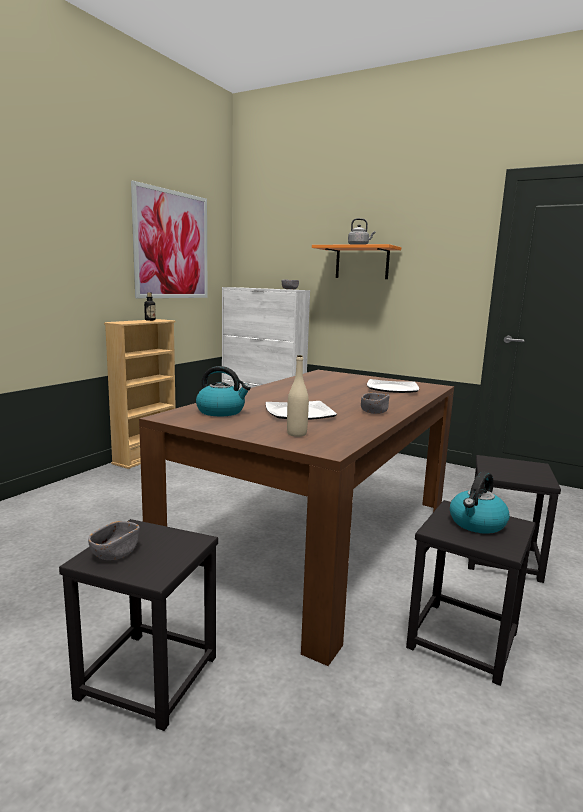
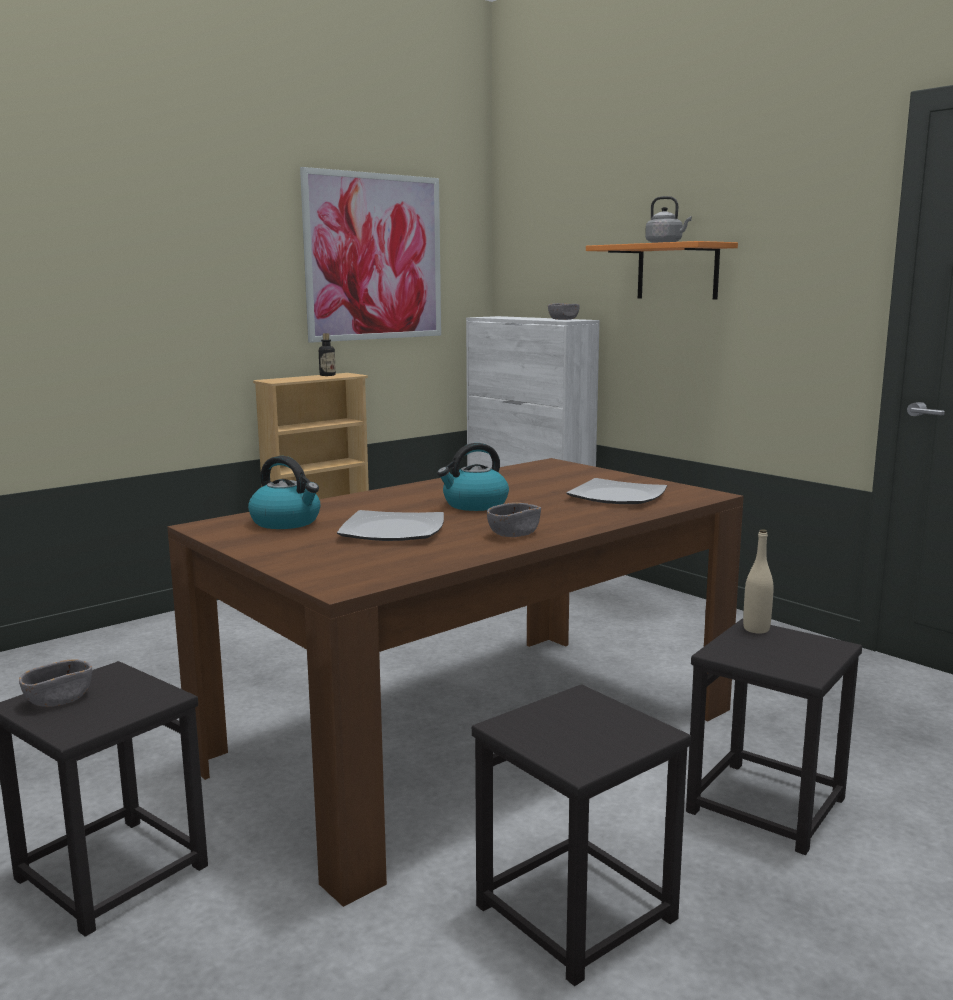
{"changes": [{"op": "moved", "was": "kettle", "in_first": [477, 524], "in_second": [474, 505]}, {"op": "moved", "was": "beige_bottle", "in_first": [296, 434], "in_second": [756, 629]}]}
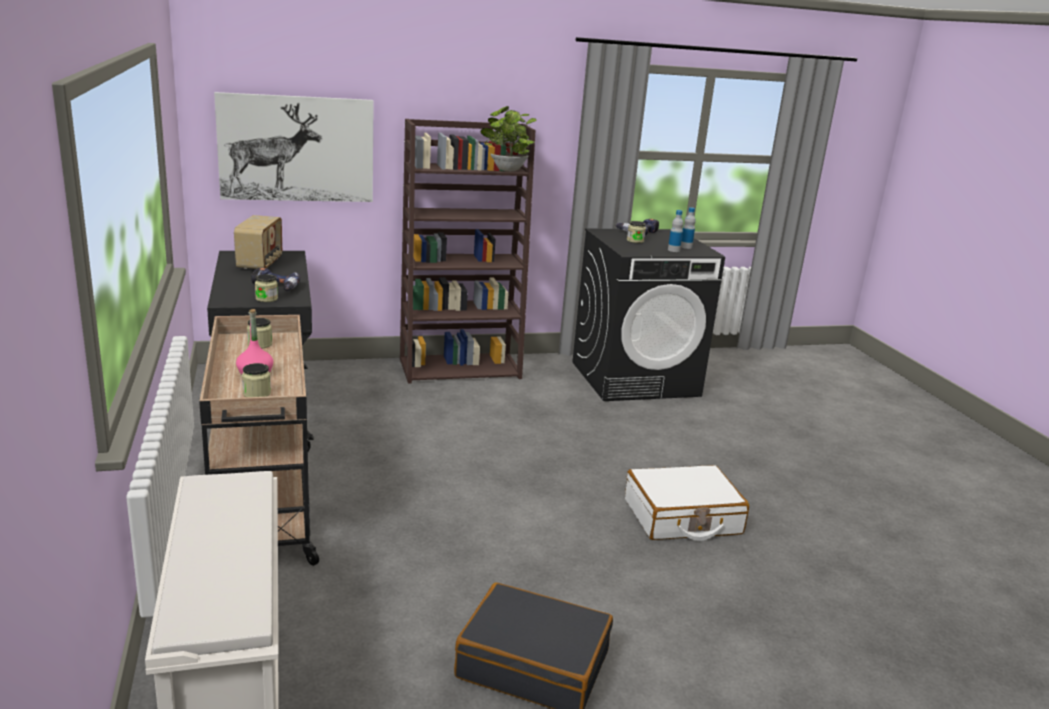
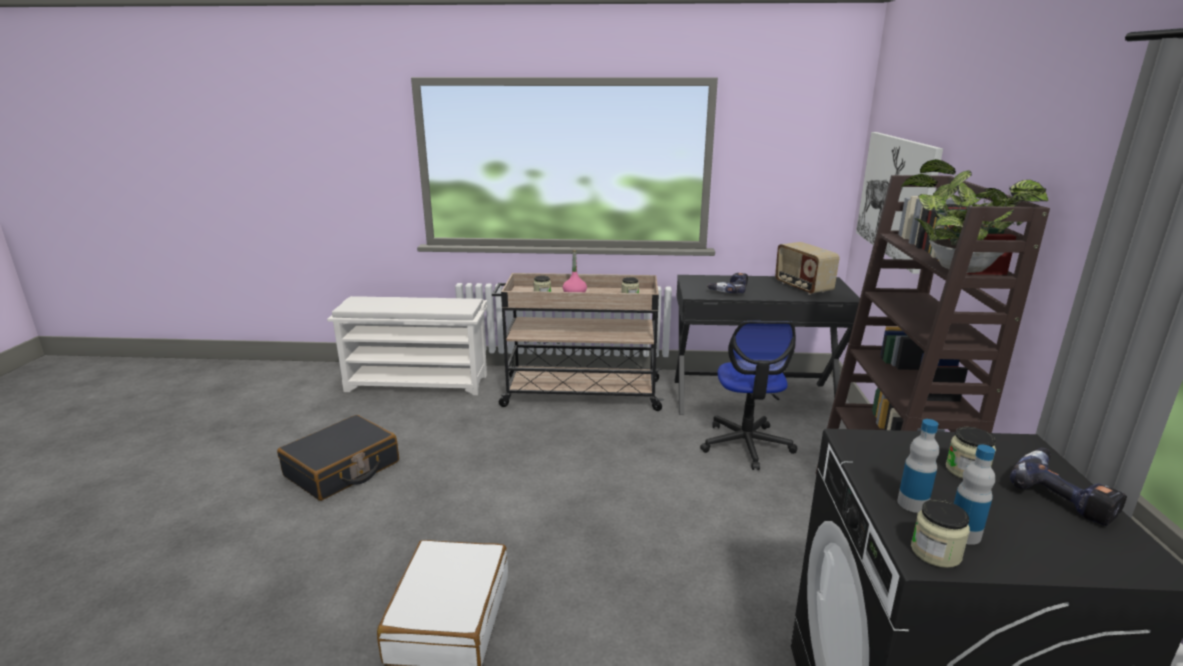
{"changes": [{"op": "added", "now": "office_chair", "in_second": [746, 445]}, {"op": "turned", "was": "radio", "in_first": [261, 264], "in_second": [802, 287], "clockwise": 45}, {"op": "moved", "was": "jar", "in_first": [266, 299], "in_second": [935, 552]}]}
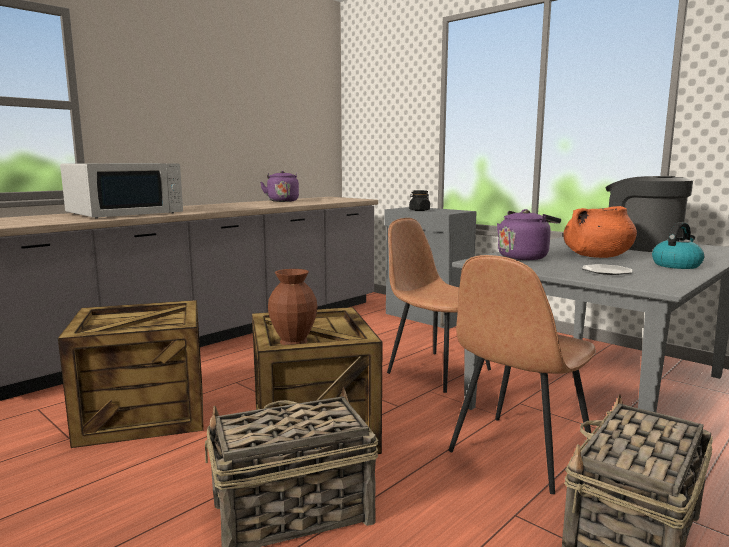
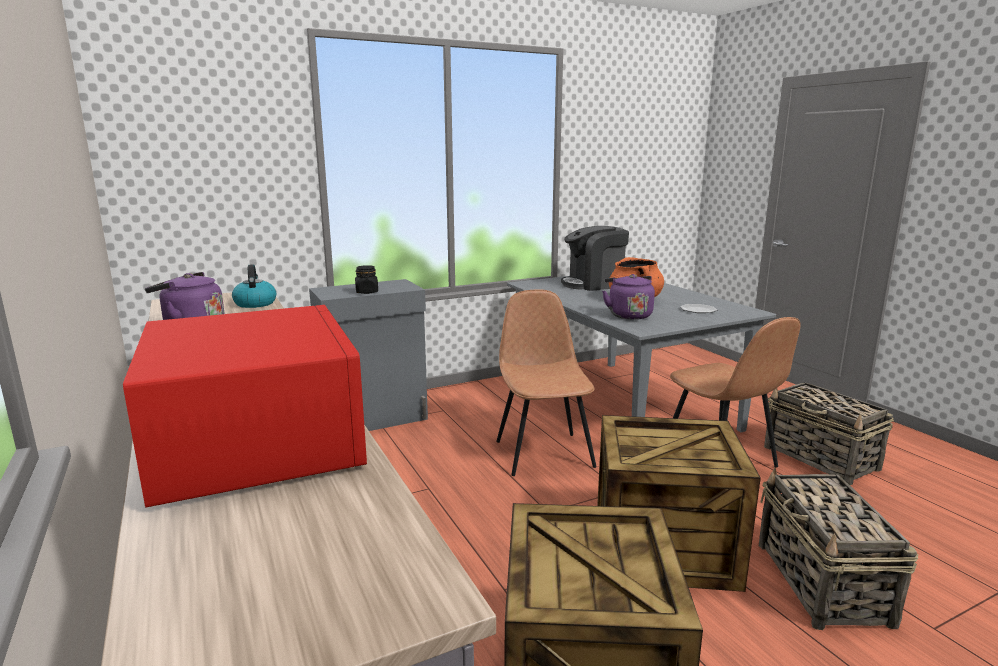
{"changes": [{"op": "recoloured", "was": "white_microwave", "now": "red_microwave", "in_first": [125, 213], "in_second": [257, 441]}, {"op": "moved", "was": "kettle", "in_first": [676, 265], "in_second": [255, 303]}, {"op": "turned", "was": "brown_chair", "in_first": [437, 370], "in_second": [543, 452], "clockwise": 105}, {"op": "removed", "was": "brown_vase", "in_first": [293, 341]}]}
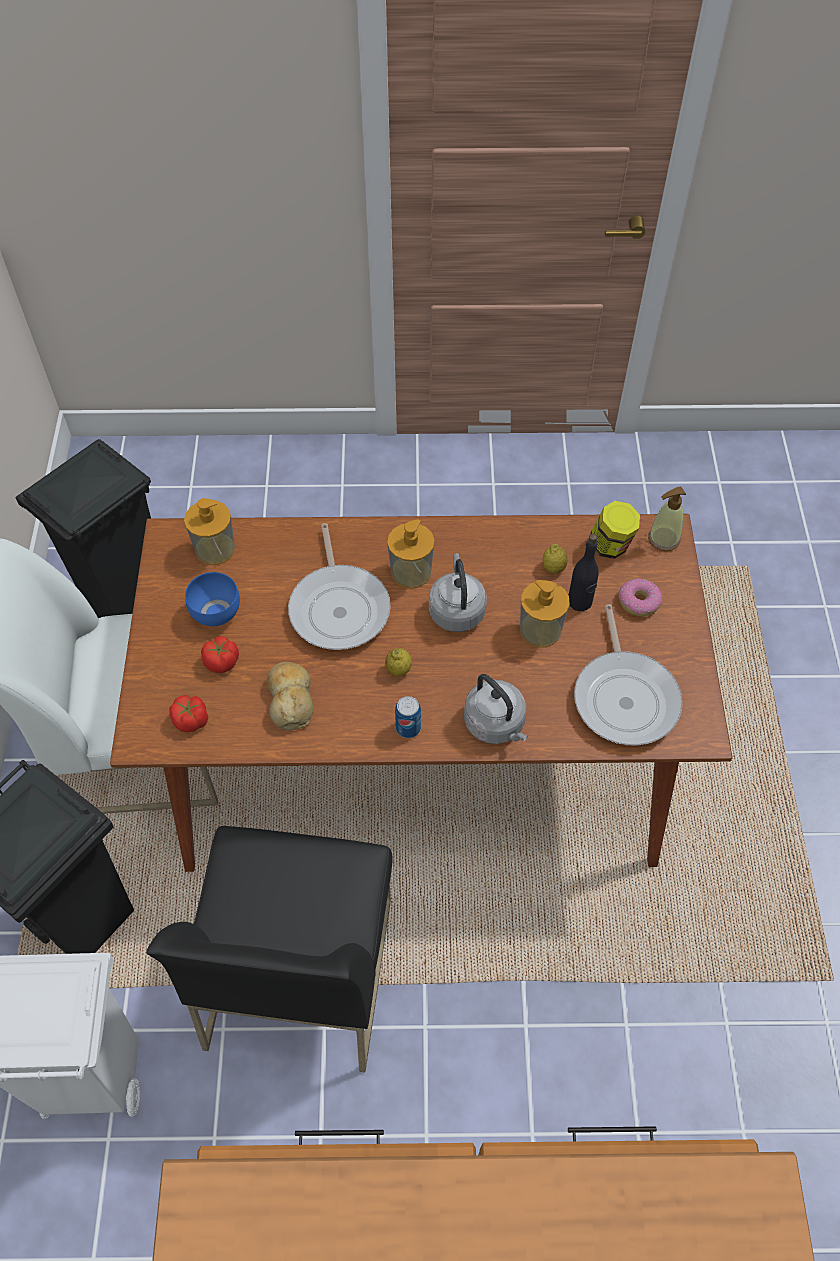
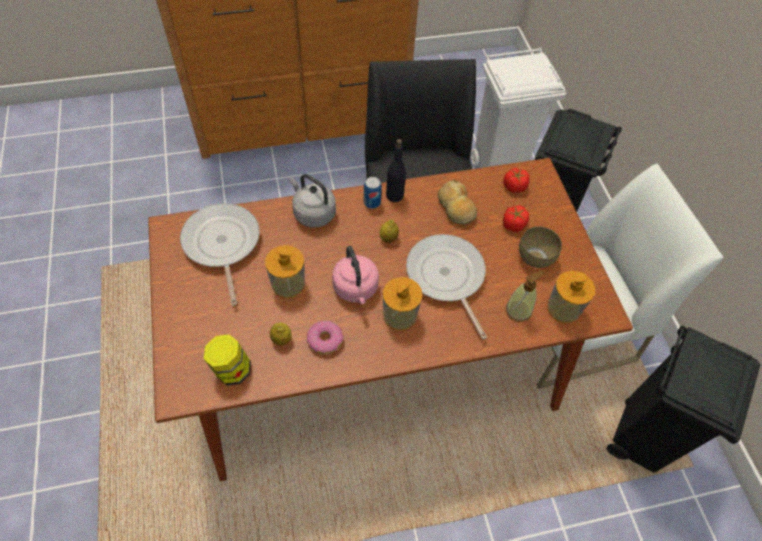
{"changes": [{"op": "moved", "was": "donut", "in_first": [639, 602], "in_second": [325, 340]}, {"op": "recoloured", "was": "grey_kettle", "now": "pink_kettle", "in_first": [456, 610], "in_second": [356, 289]}, {"op": "moved", "was": "black_bottle", "in_first": [580, 602], "in_second": [394, 195]}, {"op": "moved", "was": "soap_dispenser", "in_first": [663, 539], "in_second": [518, 310]}, {"op": "recoloured", "was": "blue_bowl", "now": "brown_bowl", "in_first": [214, 613], "in_second": [536, 257]}]}
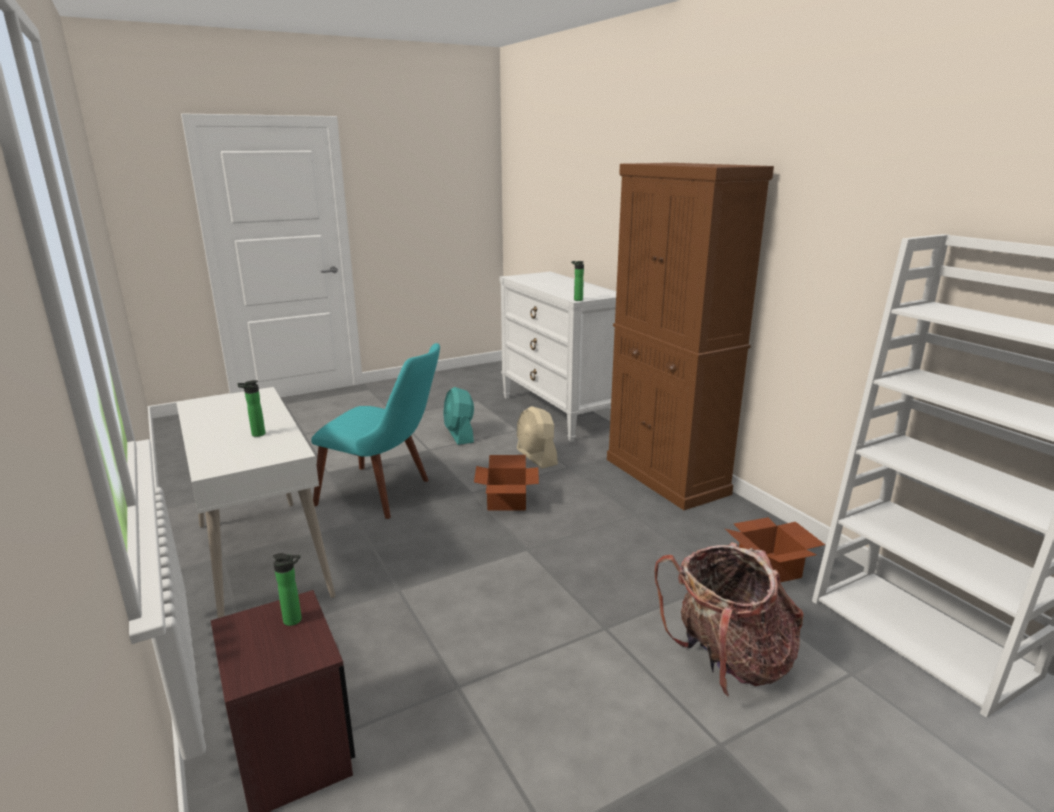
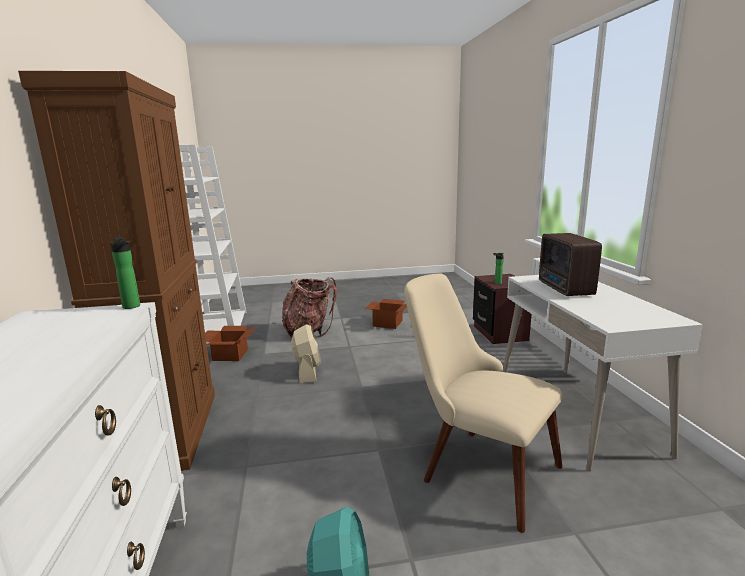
{"changes": [{"op": "moved", "was": "beige_fan", "in_first": [536, 457], "in_second": [307, 372]}, {"op": "moved", "was": "cardboard_box", "in_first": [506, 501], "in_second": [388, 323]}, {"op": "recoloured", "was": "turquoise_chair", "now": "beige_chair", "in_first": [386, 494], "in_second": [476, 467]}, {"op": "replaced", "was": "bottle", "now": "radio", "in_first": [256, 434], "in_second": [565, 289]}]}
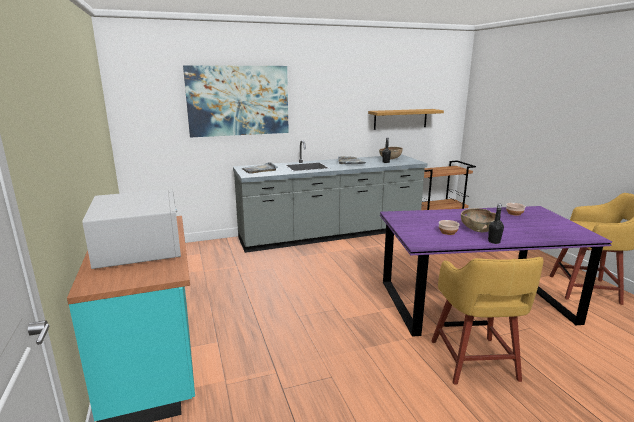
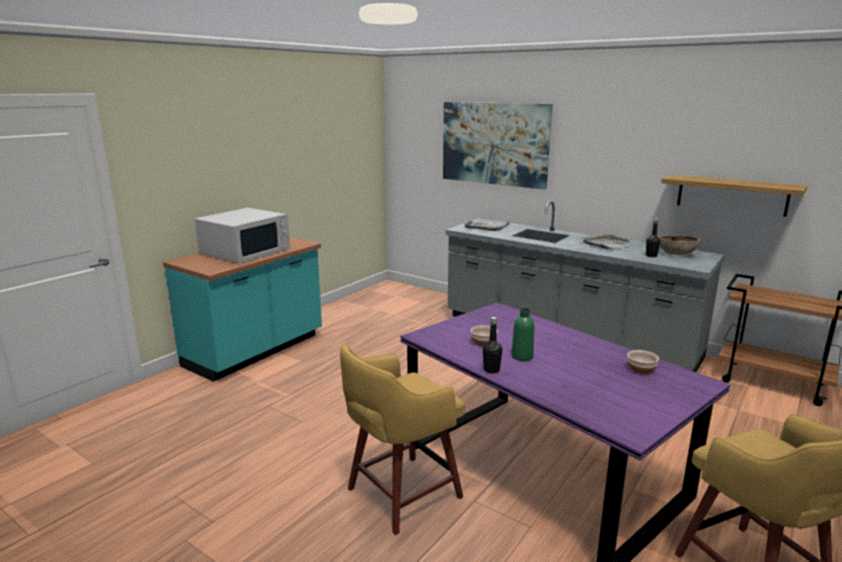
{"changes": [{"op": "replaced", "was": "brown_bowl", "now": "green_bottle", "in_first": [478, 230], "in_second": [522, 356]}]}
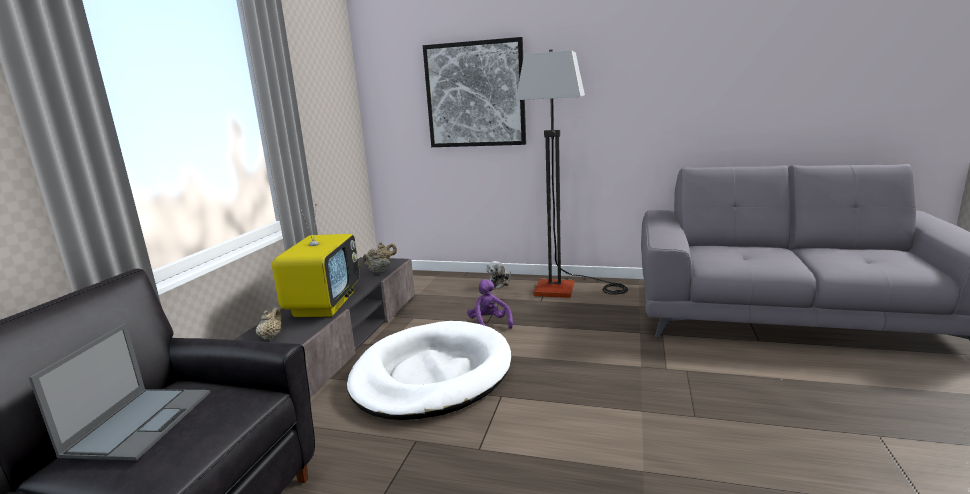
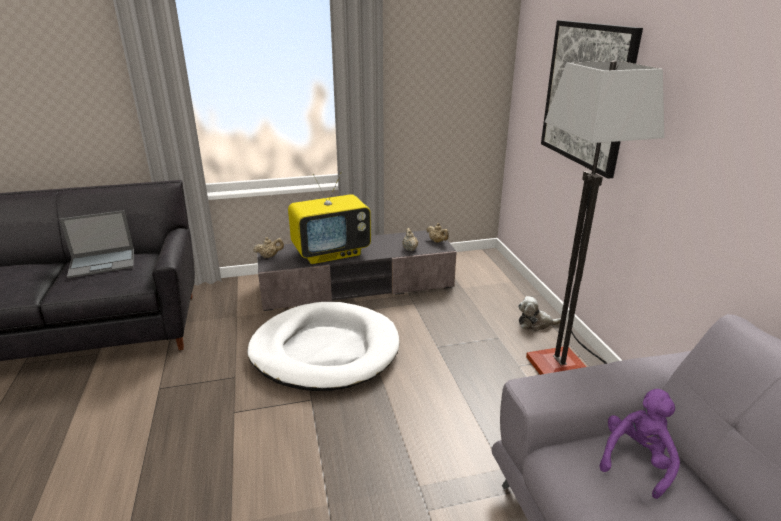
{"changes": [{"op": "moved", "was": "purple_plush_toy", "in_first": [489, 324], "in_second": [636, 461]}]}
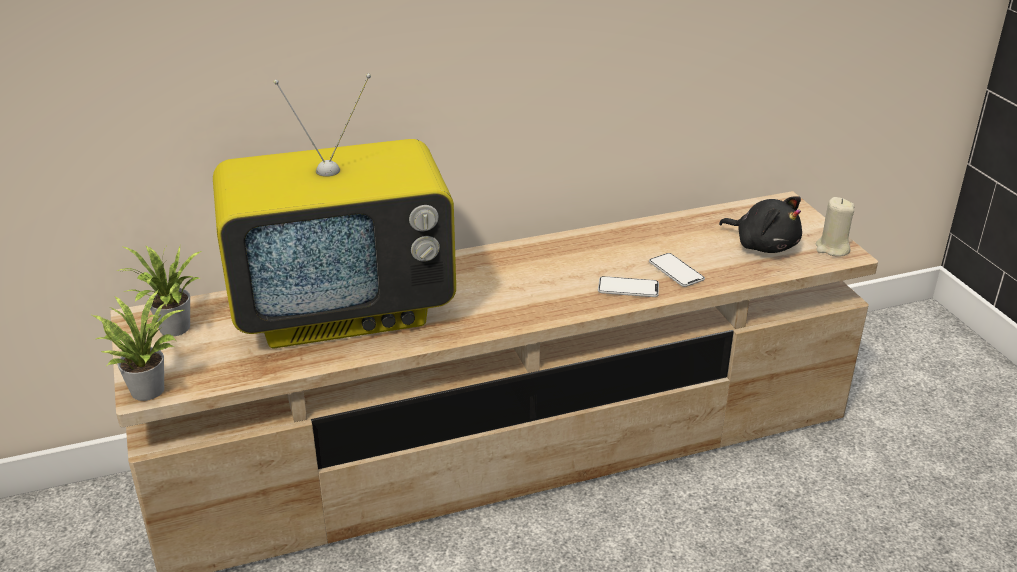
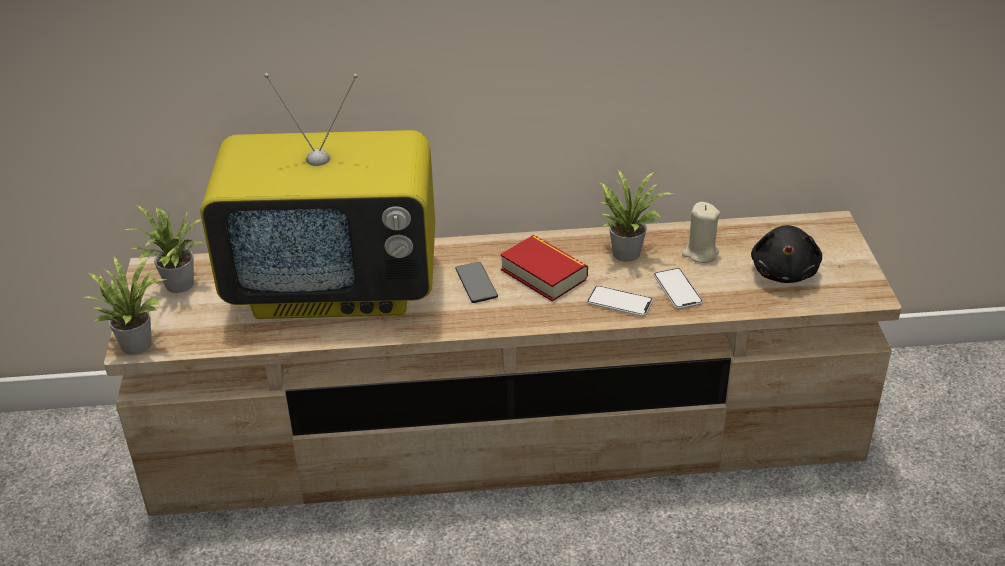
{"changes": [{"op": "added", "now": "phone", "in_second": [476, 283]}, {"op": "added", "now": "book", "in_second": [544, 274]}, {"op": "added", "now": "potted_plant", "in_second": [626, 251]}, {"op": "moved", "was": "beige_candle", "in_first": [832, 248], "in_second": [700, 253]}, {"op": "turned", "was": "black_plush_toy", "in_first": [763, 245], "in_second": [784, 272], "clockwise": 45}]}
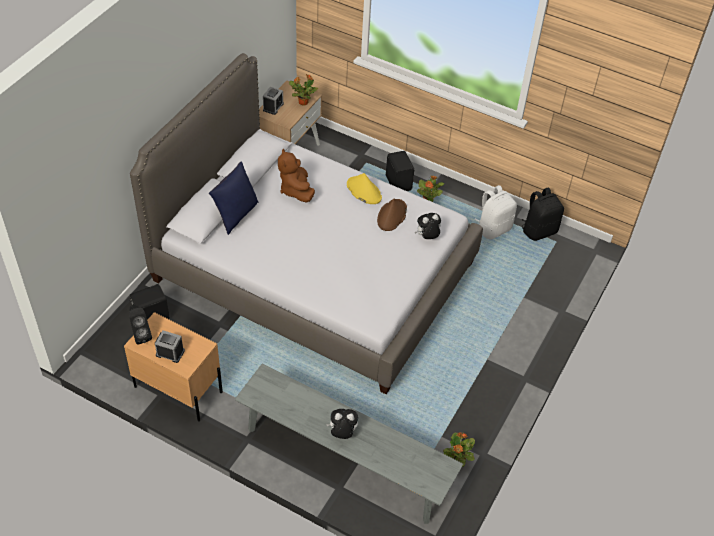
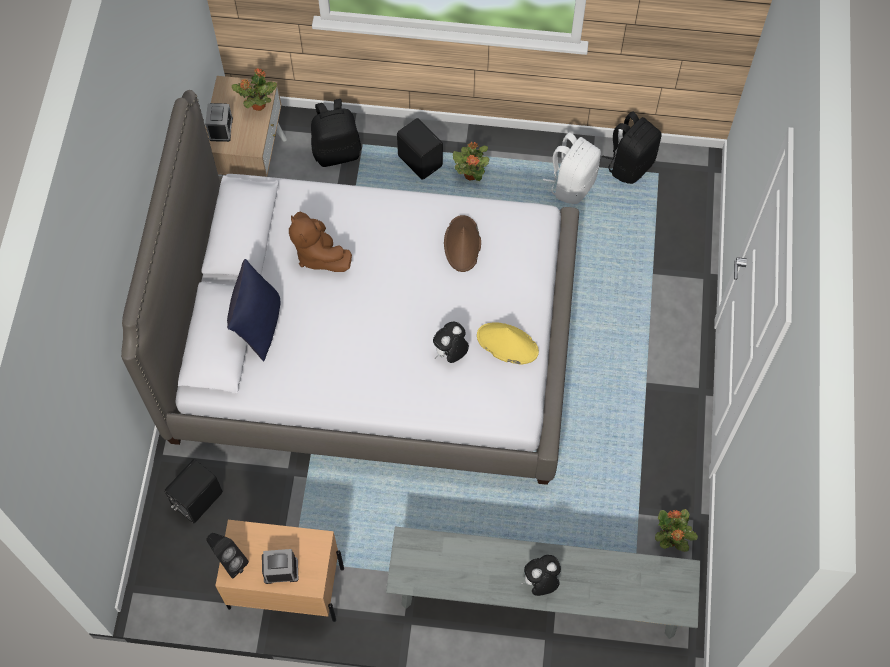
{"changes": [{"op": "added", "now": "black_backpack", "in_second": [337, 151]}, {"op": "moved", "was": "plush_toy", "in_first": [427, 237], "in_second": [450, 353]}, {"op": "moved", "was": "yellow_hat", "in_first": [363, 191], "in_second": [507, 344]}]}
